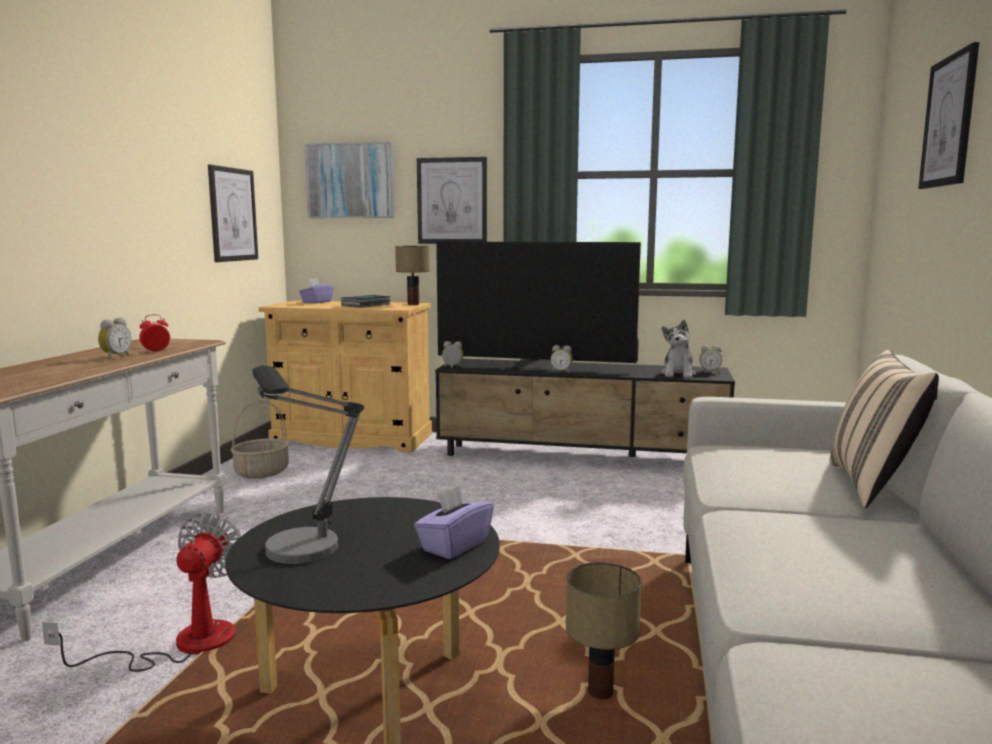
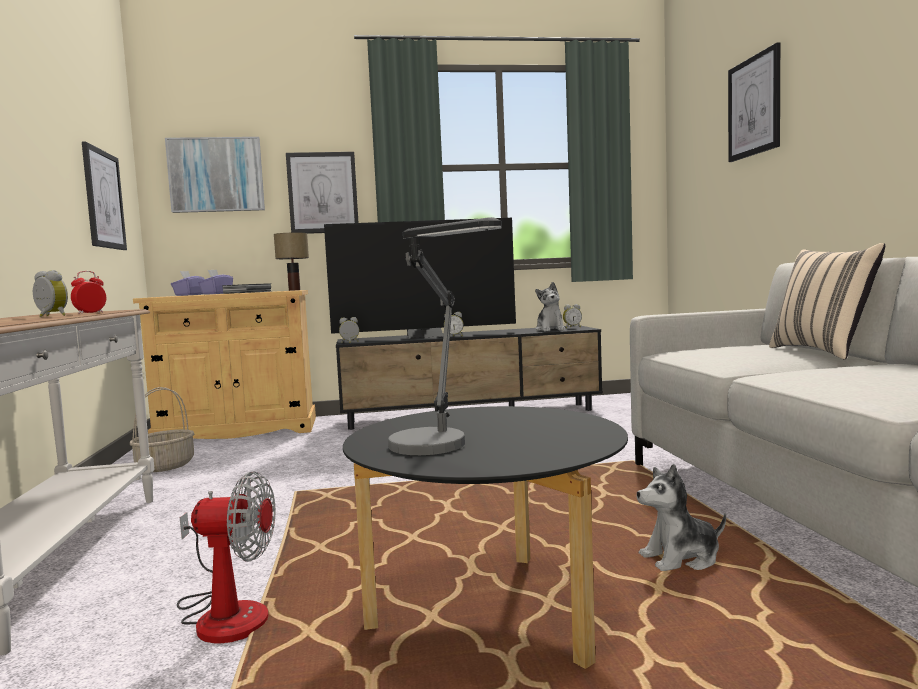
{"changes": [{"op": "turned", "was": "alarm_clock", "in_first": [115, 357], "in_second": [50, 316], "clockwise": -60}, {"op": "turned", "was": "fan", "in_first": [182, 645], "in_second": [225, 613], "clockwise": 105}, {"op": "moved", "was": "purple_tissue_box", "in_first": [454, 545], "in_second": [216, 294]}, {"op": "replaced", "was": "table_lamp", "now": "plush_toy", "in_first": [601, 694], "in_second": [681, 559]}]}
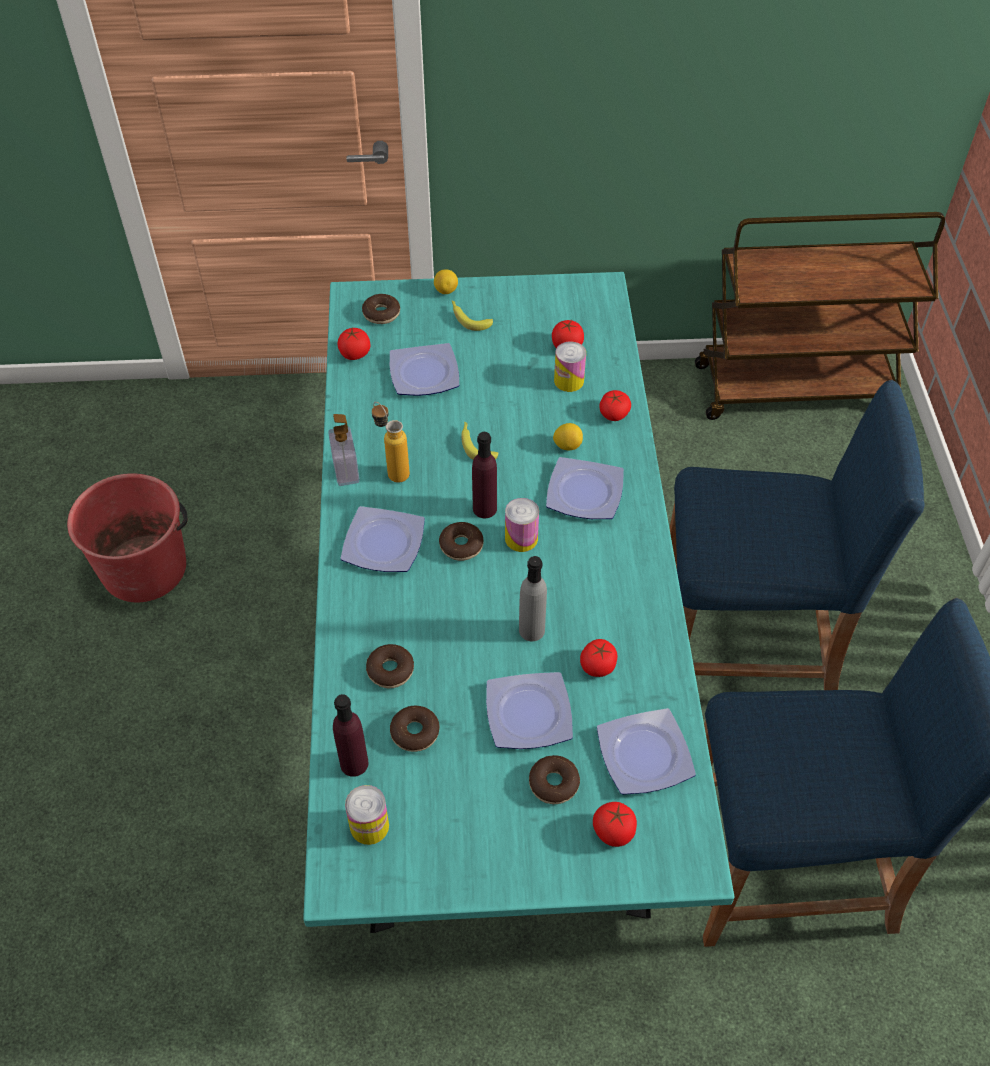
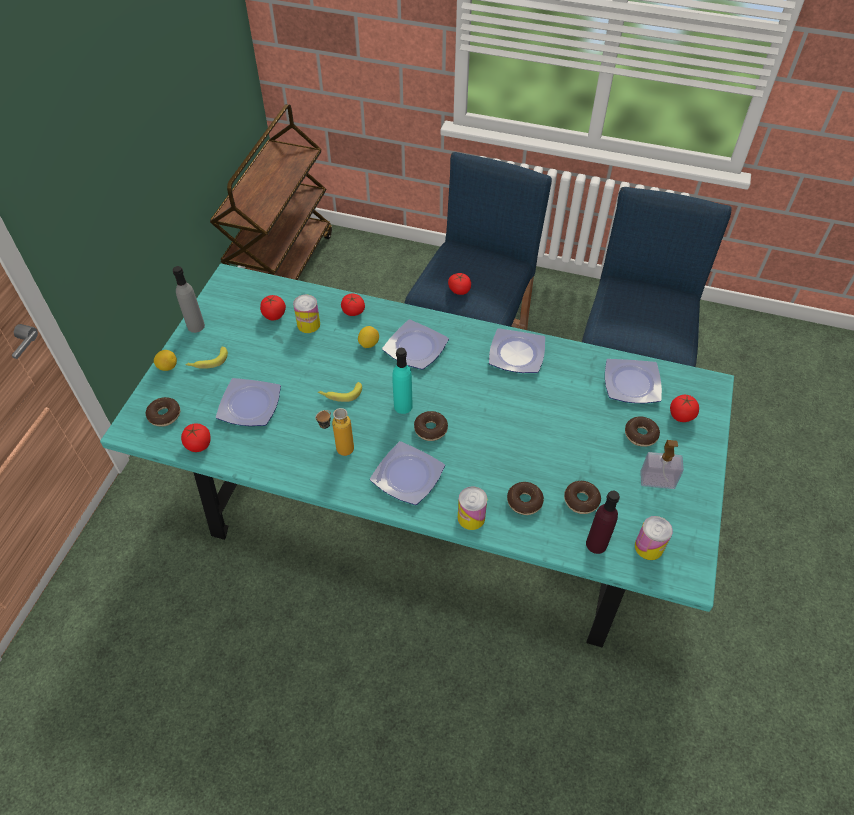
{"changes": [{"op": "moved", "was": "grey_bottle", "in_first": [531, 630], "in_second": [196, 326]}, {"op": "recoloured", "was": "purple_bottle", "now": "turquoise_bottle", "in_first": [484, 508], "in_second": [403, 406]}, {"op": "moved", "was": "tomato", "in_first": [598, 665], "in_second": [459, 290]}, {"op": "moved", "was": "can", "in_first": [521, 538], "in_second": [471, 517]}, {"op": "moved", "was": "plate", "in_first": [527, 712], "in_second": [515, 355]}, {"op": "moved", "was": "soap_dispenser", "in_first": [346, 470], "in_second": [657, 480]}, {"op": "removed", "was": "red_bucket", "in_first": [145, 567]}]}
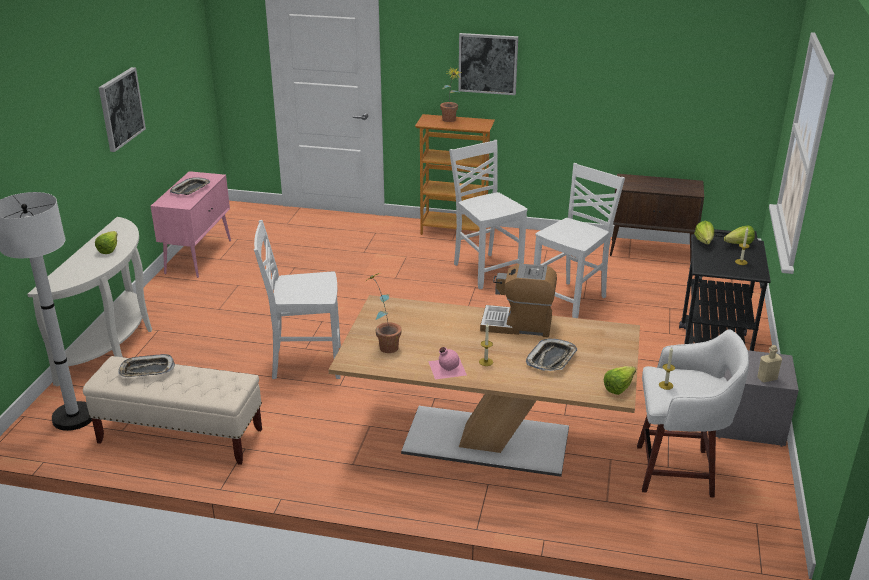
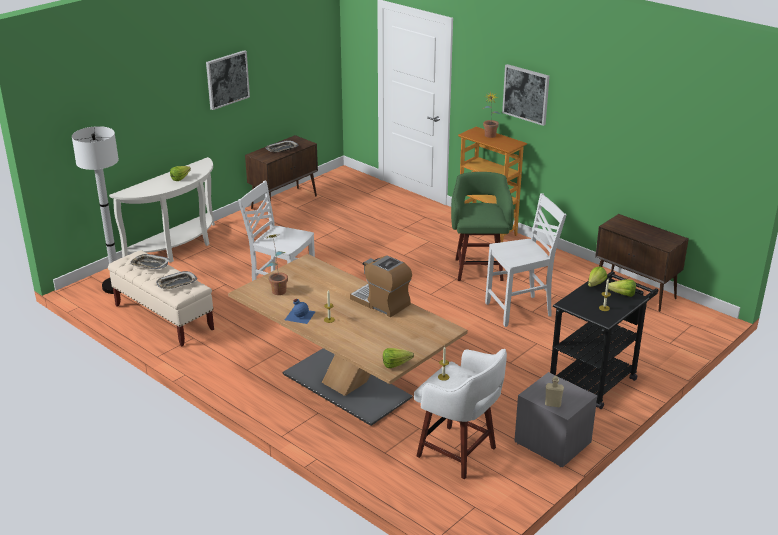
{"changes": [{"op": "moved", "was": "tray", "in_first": [551, 359], "in_second": [176, 283]}, {"op": "recoloured", "was": "pink_cabinet", "now": "brown_cabinet", "in_first": [199, 256], "in_second": [284, 202]}, {"op": "recoloured", "was": "pink_bottle", "now": "blue_bottle", "in_first": [446, 368], "in_second": [299, 315]}, {"op": "replaced", "was": "white_chair", "now": "green_stool", "in_first": [486, 270], "in_second": [478, 268]}]}
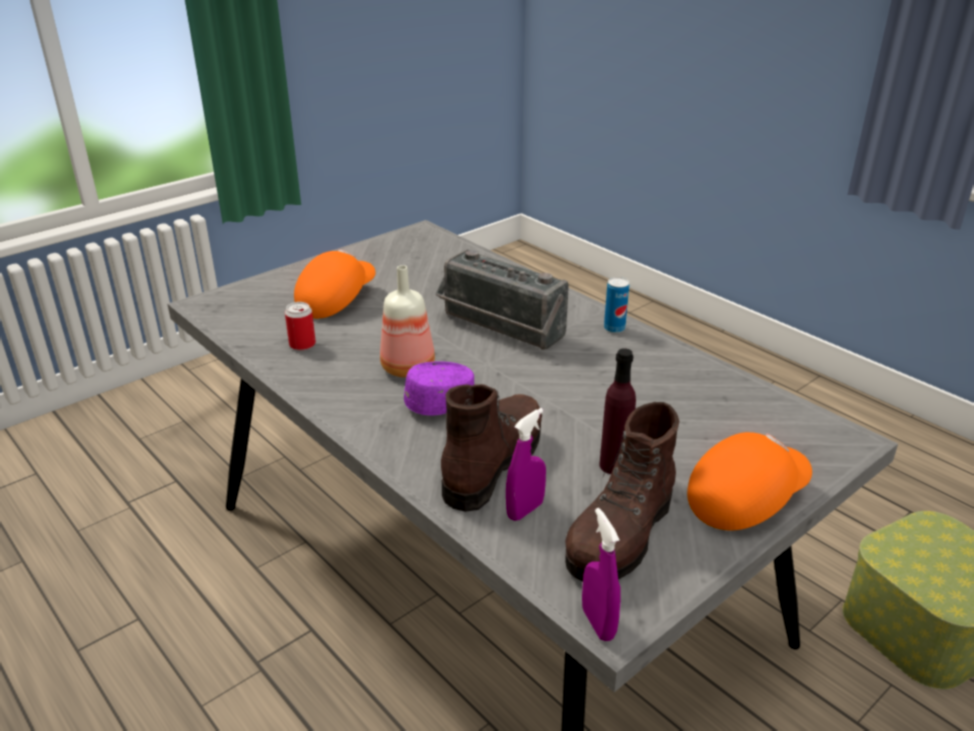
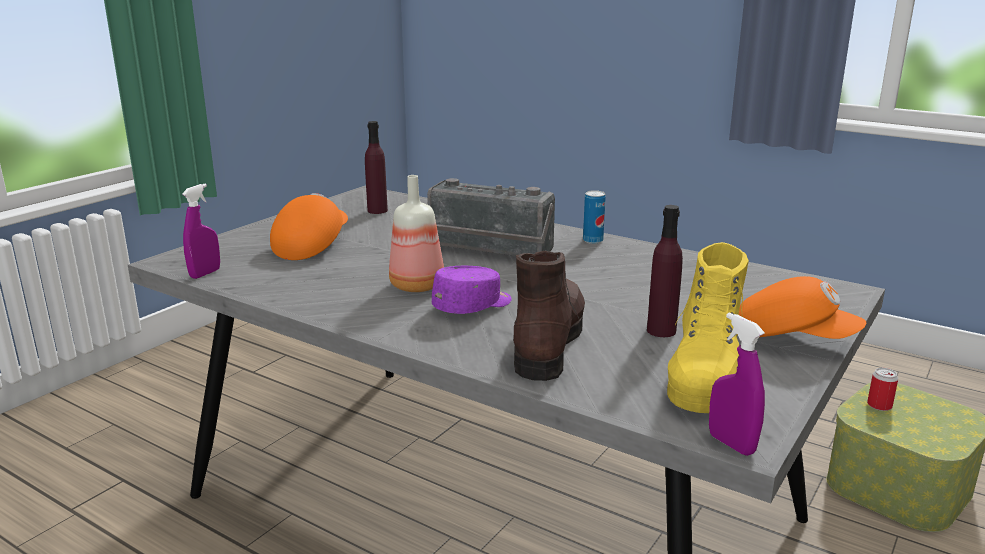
{"changes": [{"op": "moved", "was": "purple_spray_bottle", "in_first": [525, 510], "in_second": [205, 273]}, {"op": "added", "now": "purple_bottle", "in_second": [377, 210]}, {"op": "recoloured", "was": "brown_boot", "now": "yellow_boot", "in_first": [620, 536], "in_second": [704, 379]}, {"op": "turned", "was": "orange_cap", "in_first": [744, 499], "in_second": [791, 339], "clockwise": 75}, {"op": "moved", "was": "can", "in_first": [302, 344], "in_second": [879, 405]}]}
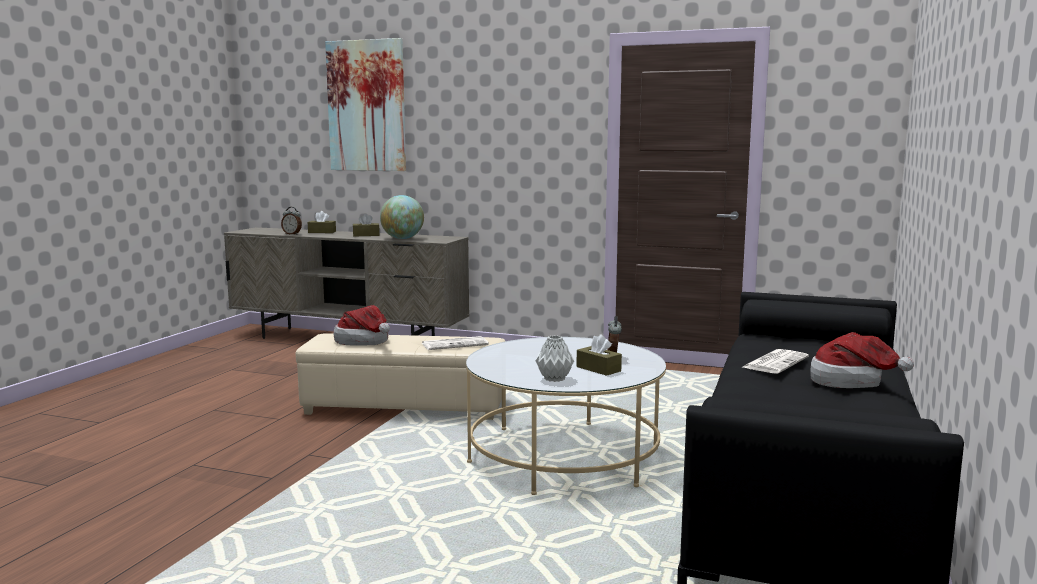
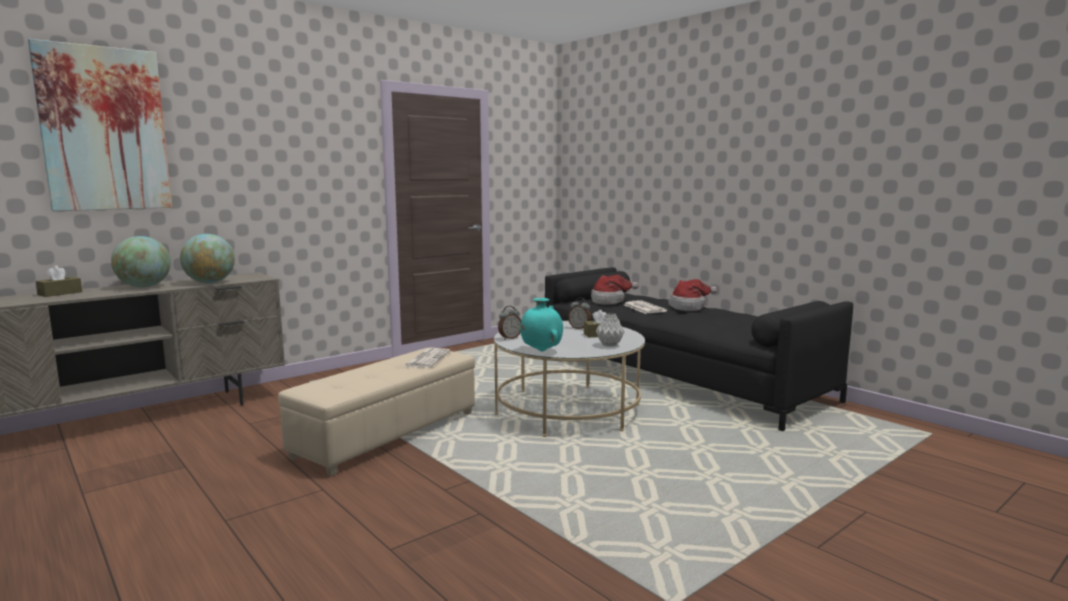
{"changes": [{"op": "replaced", "was": "brown_tissue_box", "now": "globe", "in_first": [366, 235], "in_second": [144, 287]}, {"op": "moved", "was": "alarm_clock", "in_first": [292, 234], "in_second": [509, 338]}, {"op": "added", "now": "turquoise_vase", "in_second": [541, 351]}, {"op": "moved", "was": "hat", "in_first": [365, 341], "in_second": [609, 301]}]}
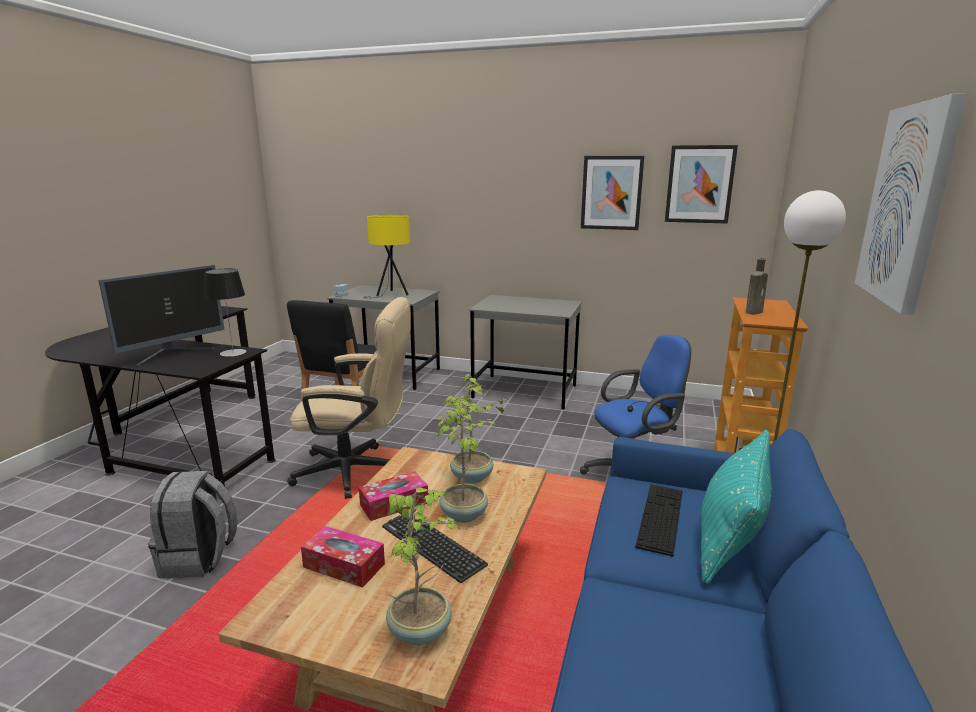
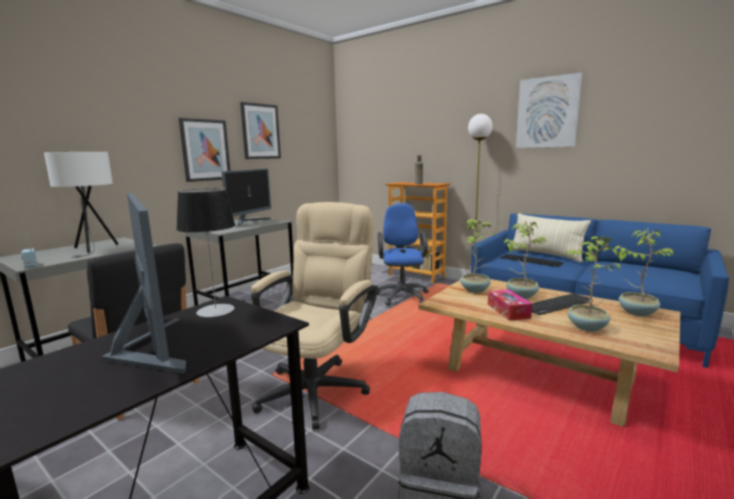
{"changes": [{"op": "recoloured", "was": "yellow_table_lamp", "now": "white_table_lamp", "in_first": [390, 295], "in_second": [93, 249]}, {"op": "moved", "was": "picture", "in_first": [699, 184], "in_second": [205, 150]}, {"op": "added", "now": "monitor", "in_second": [249, 221]}, {"op": "recoloured", "was": "turquoise_pillow", "now": "beige_pillow", "in_first": [730, 537], "in_second": [545, 255]}, {"op": "replaced", "was": "tissue_box", "now": "potted_plant", "in_first": [344, 565], "in_second": [586, 327]}]}
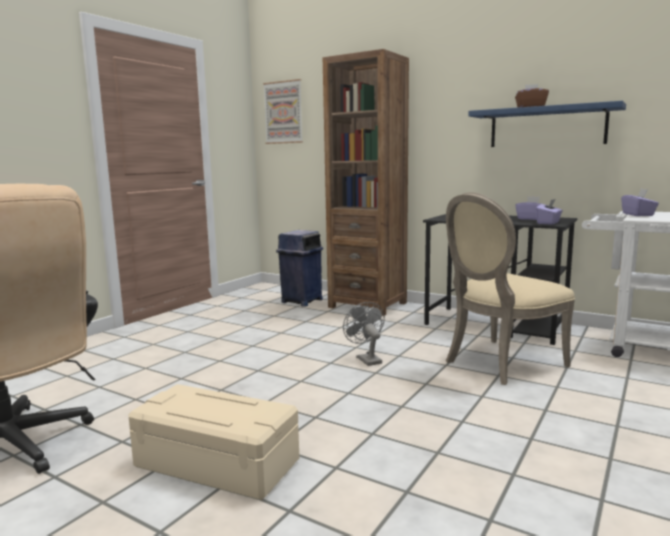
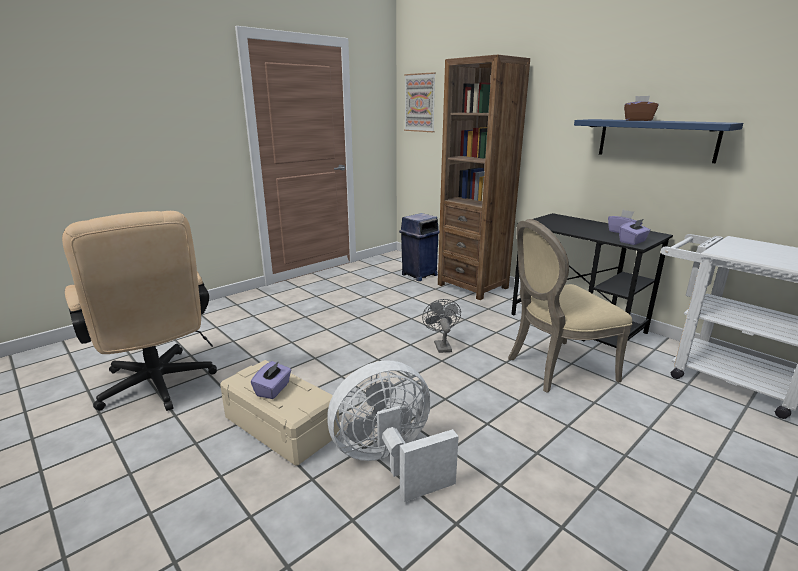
{"changes": [{"op": "moved", "was": "purple_tissue_box", "in_first": [638, 215], "in_second": [273, 389]}, {"op": "added", "now": "white_fan", "in_second": [390, 462]}]}
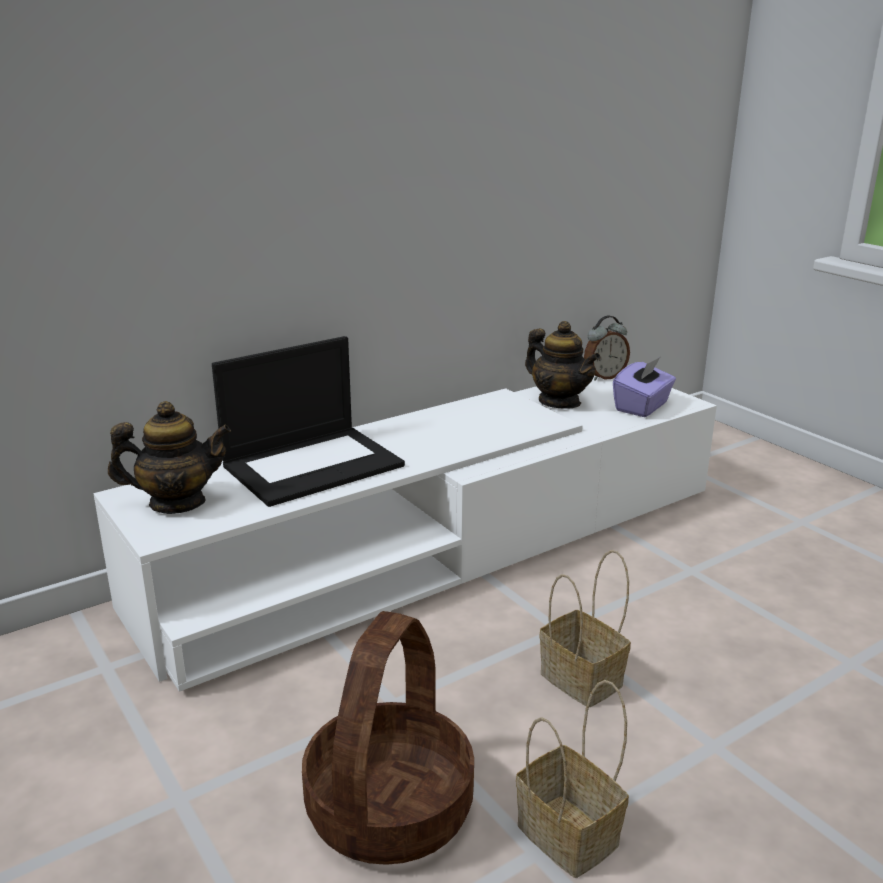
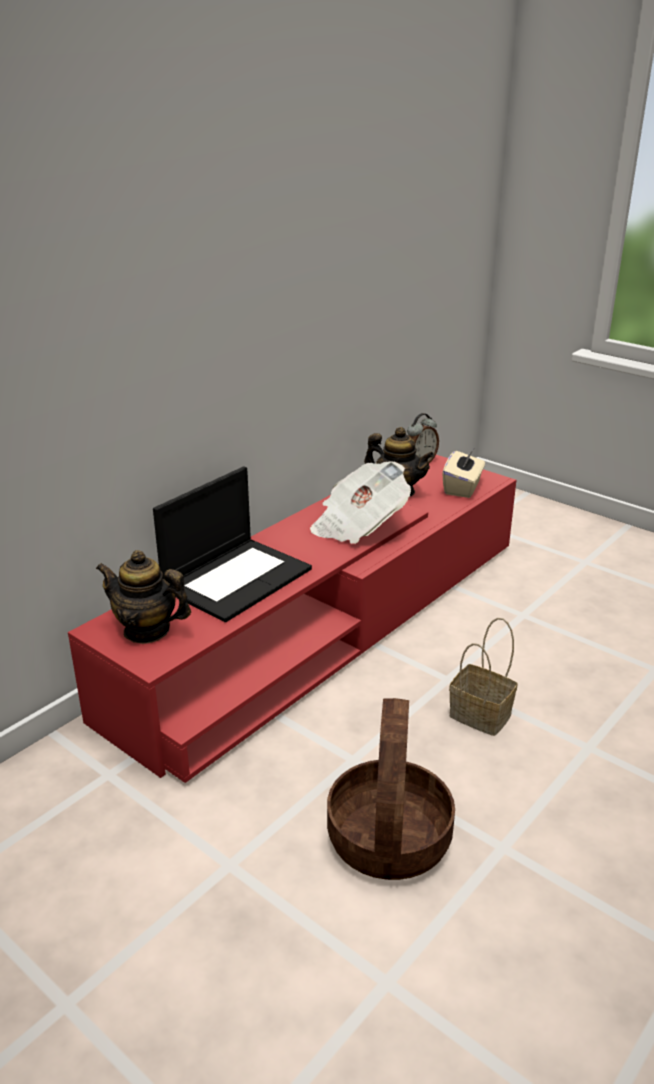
{"changes": [{"op": "recoloured", "was": "white_tv_stand", "now": "red_tv_stand", "in_first": [441, 545], "in_second": [326, 623]}, {"op": "turned", "was": "teapot", "in_first": [177, 503], "in_second": [147, 630], "clockwise": -135}, {"op": "added", "now": "newspaper", "in_second": [358, 525]}, {"op": "recoloured", "was": "purple_tissue_box", "now": "beige_tissue_box", "in_first": [642, 407], "in_second": [462, 488]}, {"op": "removed", "was": "basket", "in_first": [571, 836]}]}
